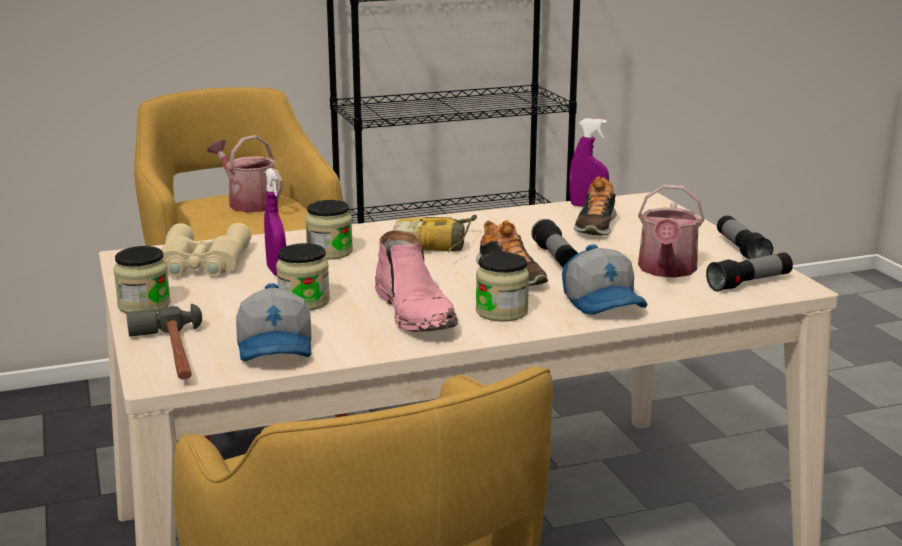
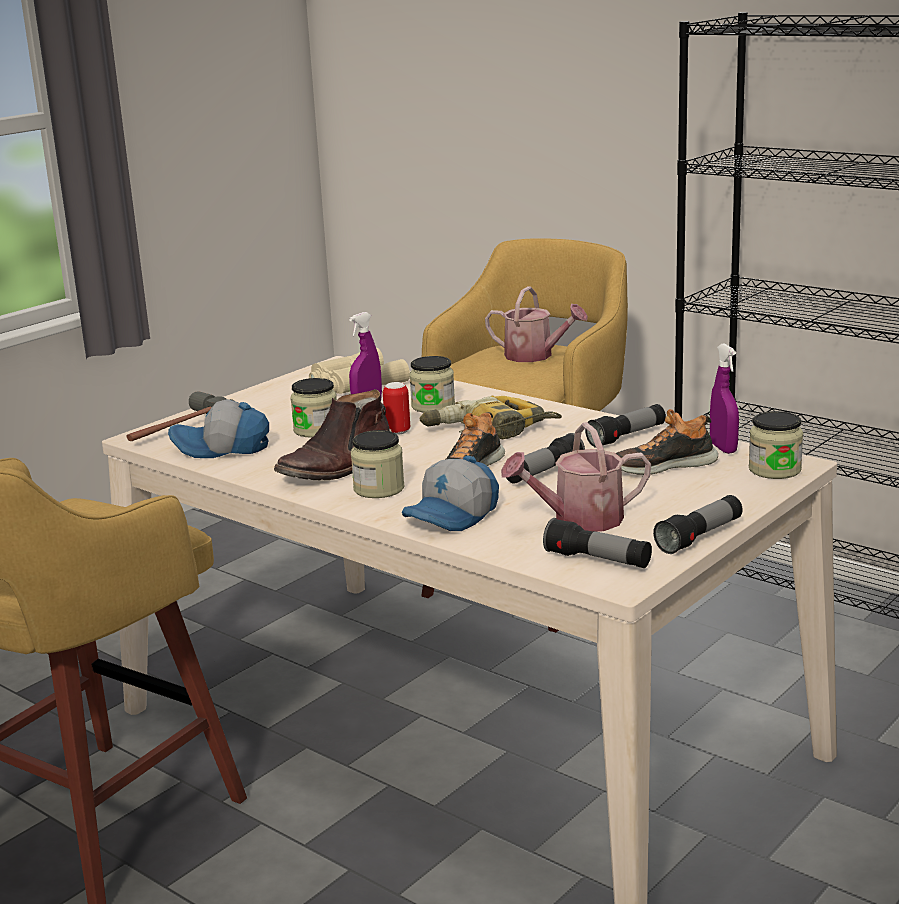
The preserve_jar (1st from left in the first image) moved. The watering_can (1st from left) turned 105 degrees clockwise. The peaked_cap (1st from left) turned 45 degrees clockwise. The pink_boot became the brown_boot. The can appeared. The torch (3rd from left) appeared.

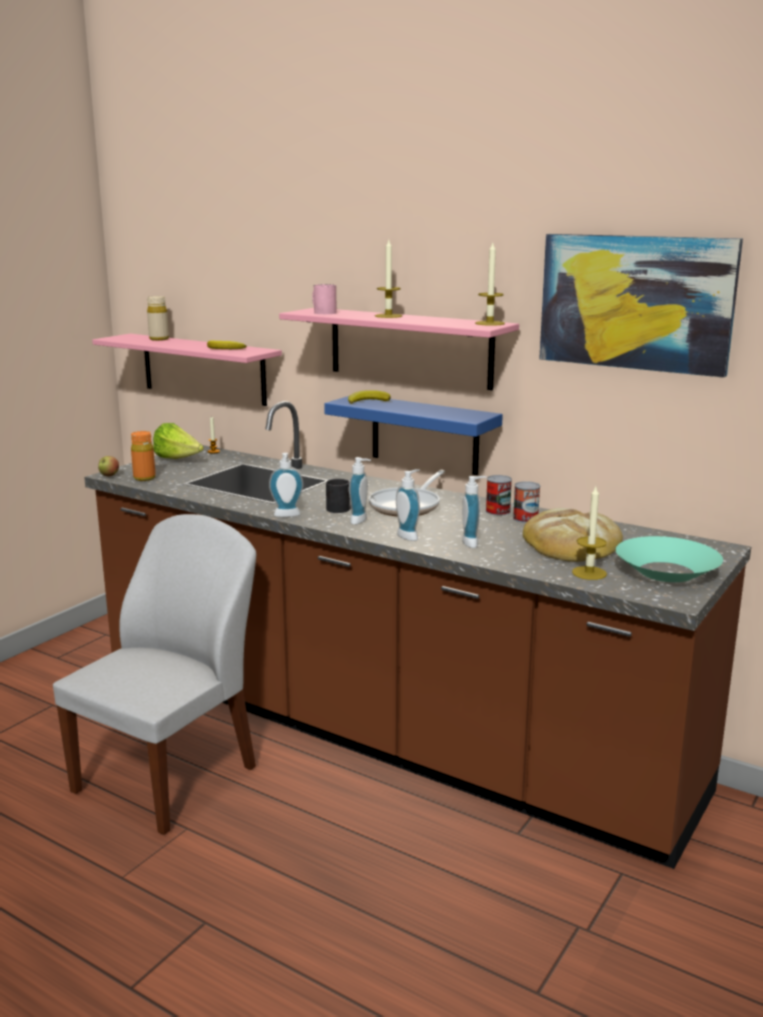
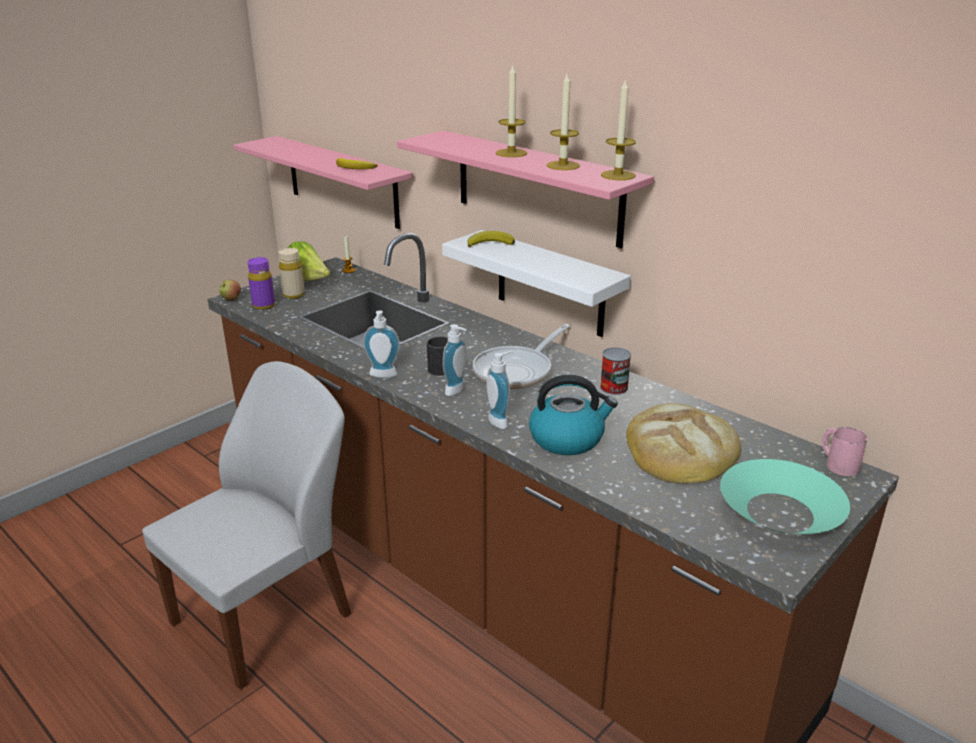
The orange_bottle became the purple_bottle. The sand-coloured_bottle moved. The pink_coffee_mug moved. The blue-coloured_shelf became the white-coloured_shelf. The soap_dispenser (4th from left) was replaced by the water_kettle. The can (2nd from left) disappeared. The wall_picture disappeared. The candle (4th from left in the first image) moved.

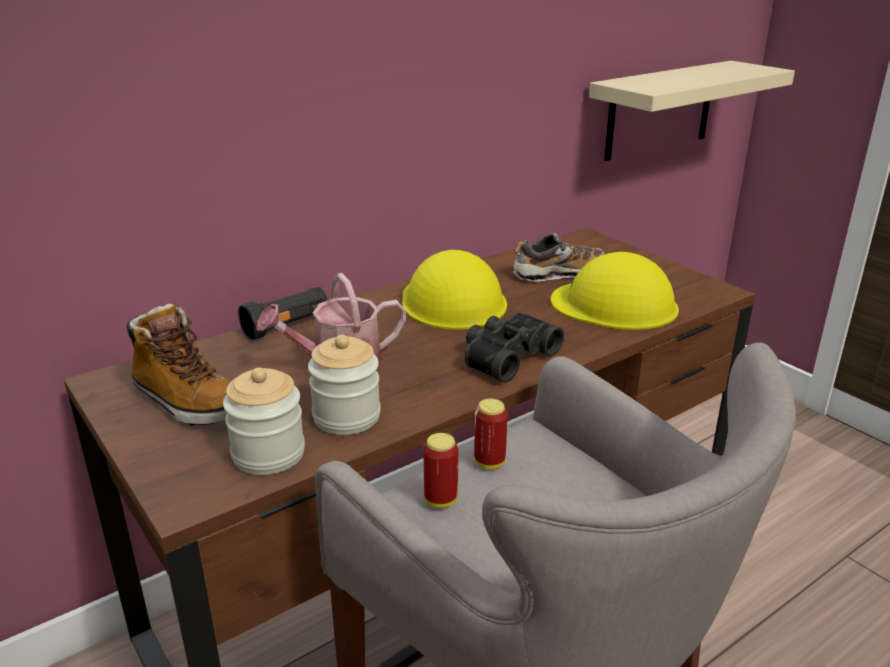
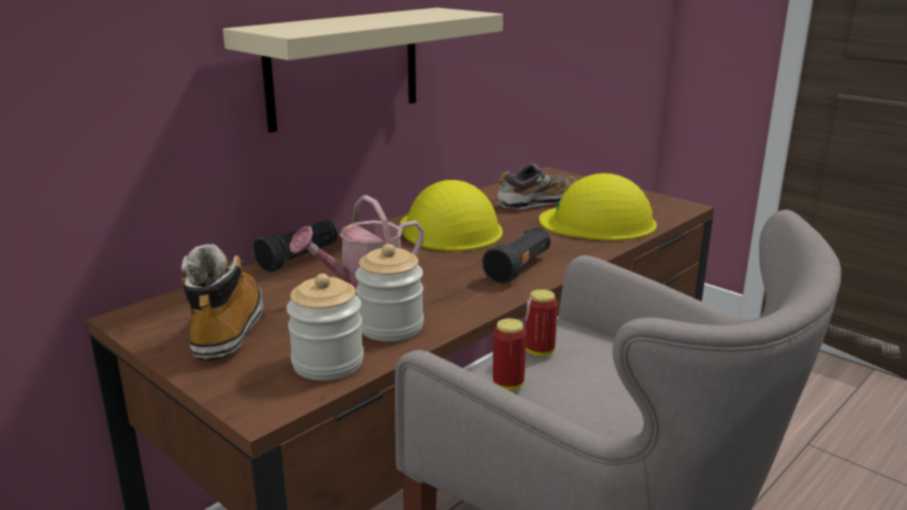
The boot turned 120 degrees counterclockwise. The blackish_field_glasses was replaced by the blackish_torch (2nd from left). The sand-coloured_shelf moved.

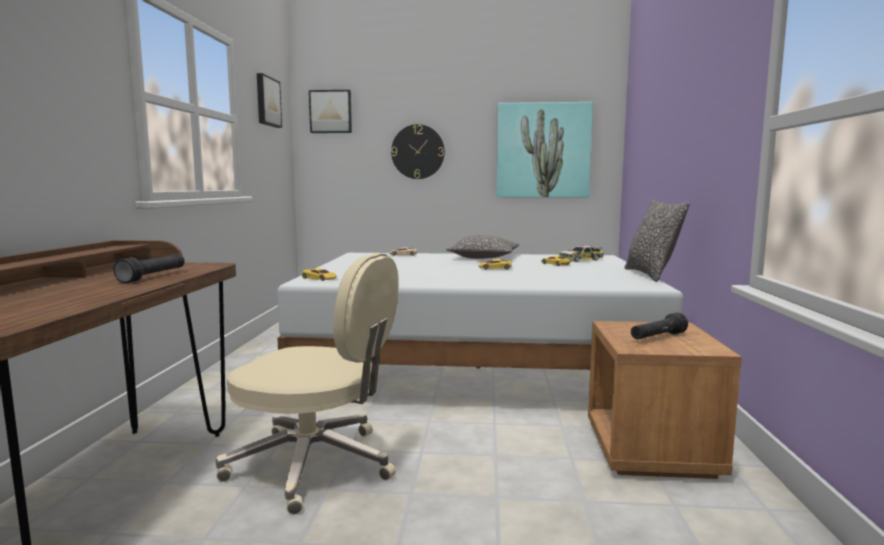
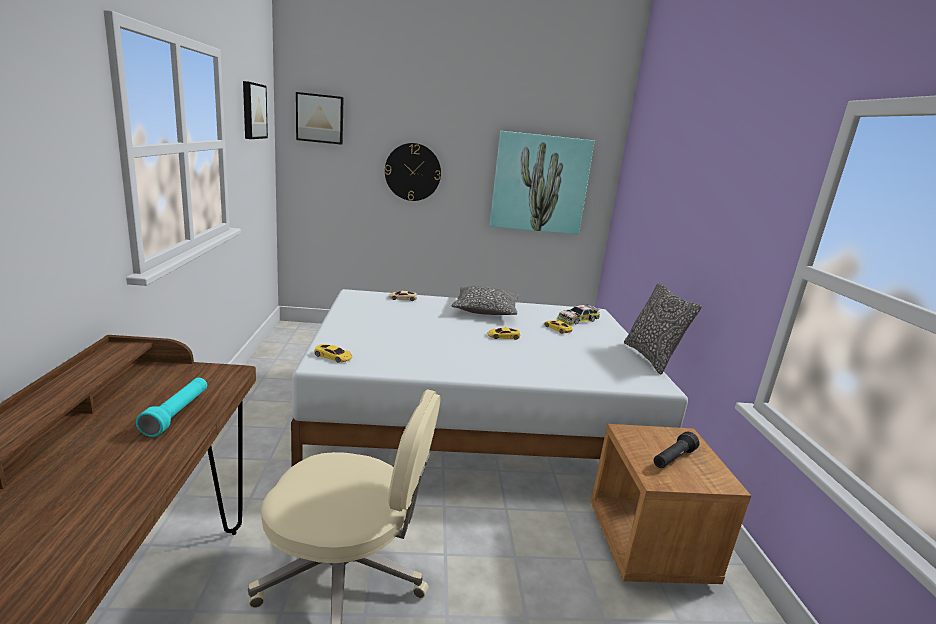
The blackish_torch (1st from left) became the turquoise-coloured_torch.

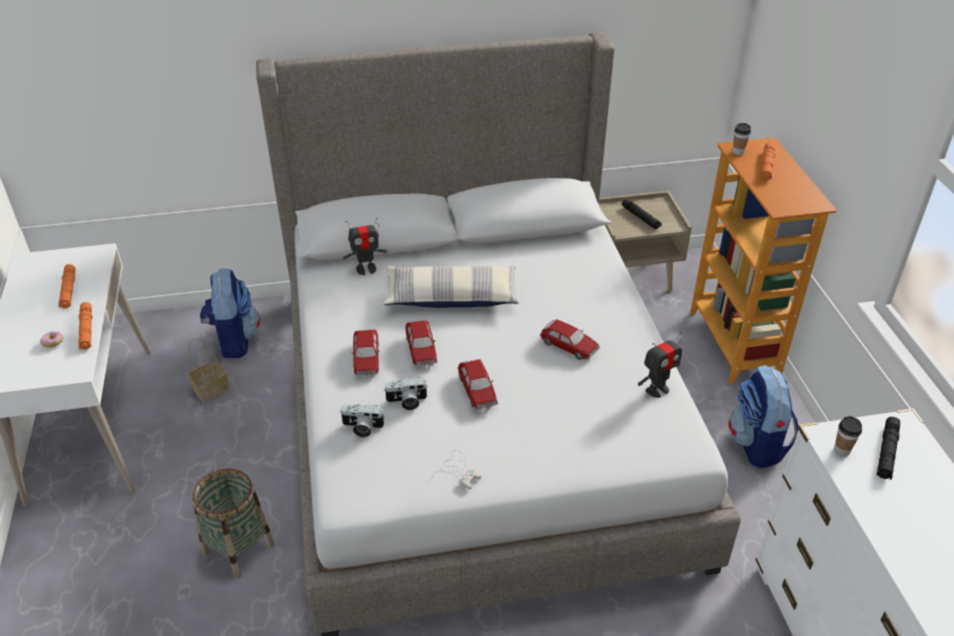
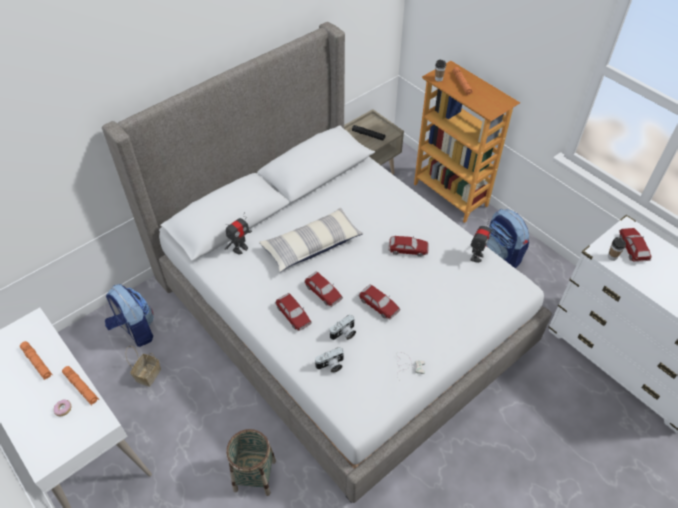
The blackish_torch (2nd from left) was replaced by the miniature_car (5th from left).

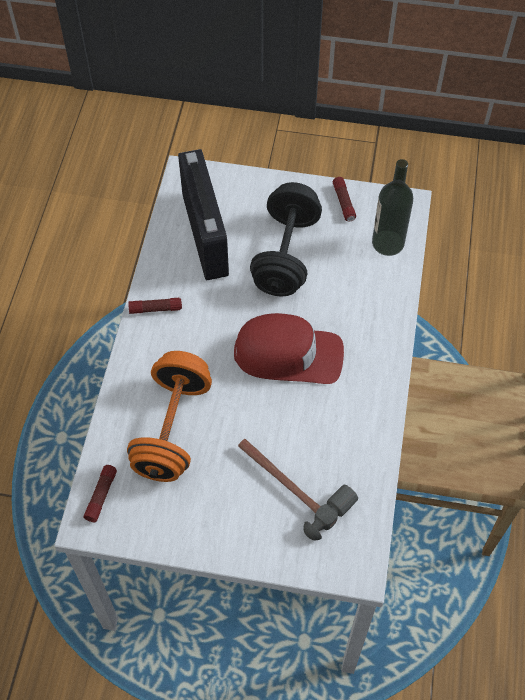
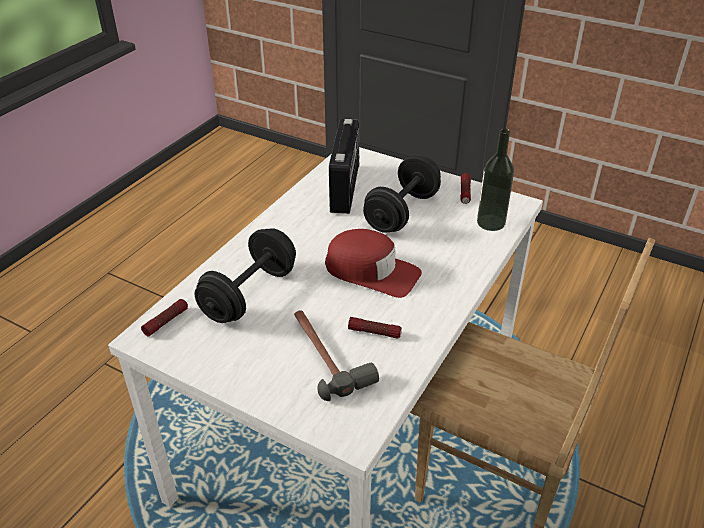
The orange_dumbbell became the blackish_dumbbell (1st from left). The torch (2nd from left) moved.

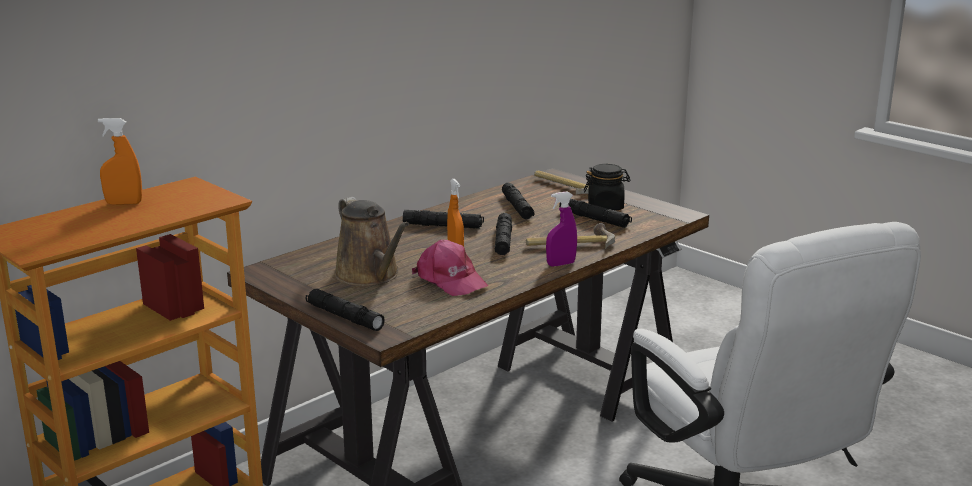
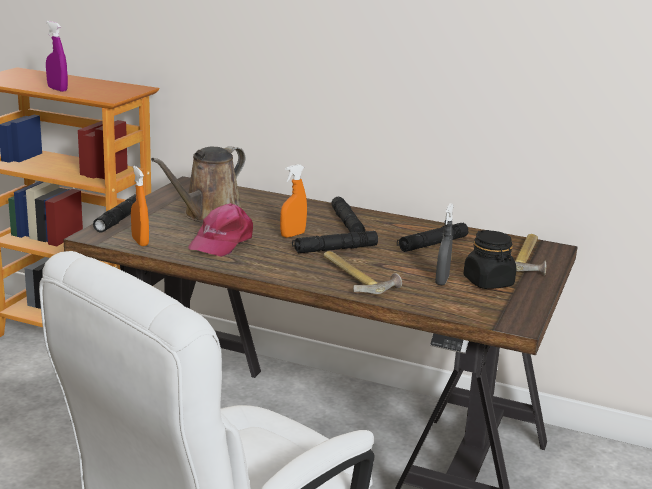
The orange_hand_sprayer (1st from left) moved. The purple_hand_sprayer moved. The blackish_torch (5th from left) was replaced by the greyish_hand_sprayer.

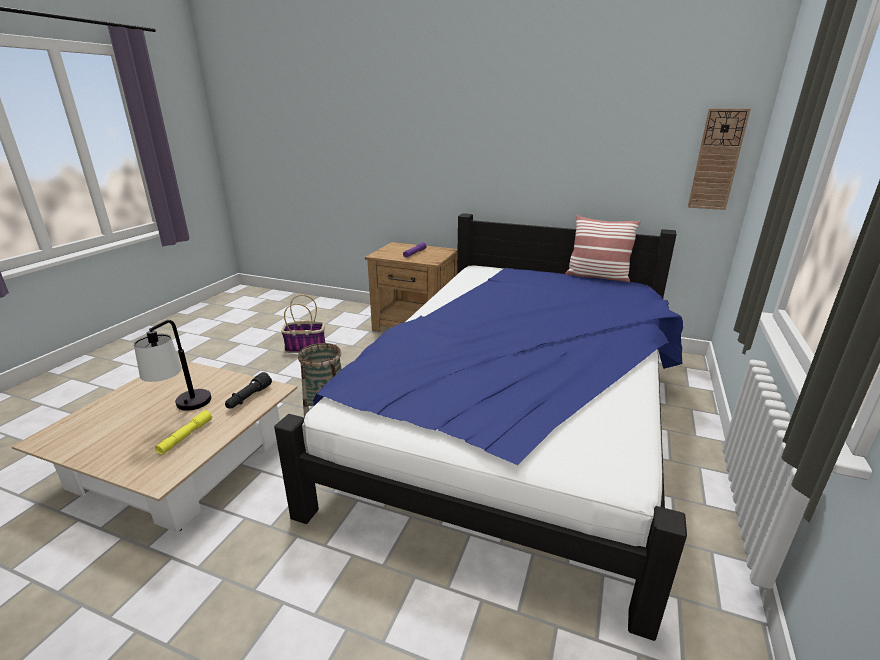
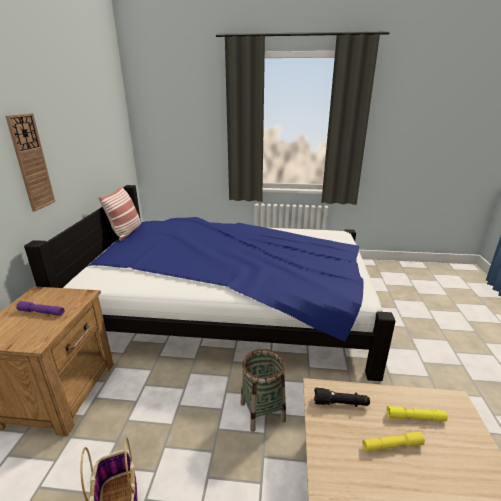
The table_lamp was replaced by the yellow_torch (1st from left). The clock_on_the_wall moved.

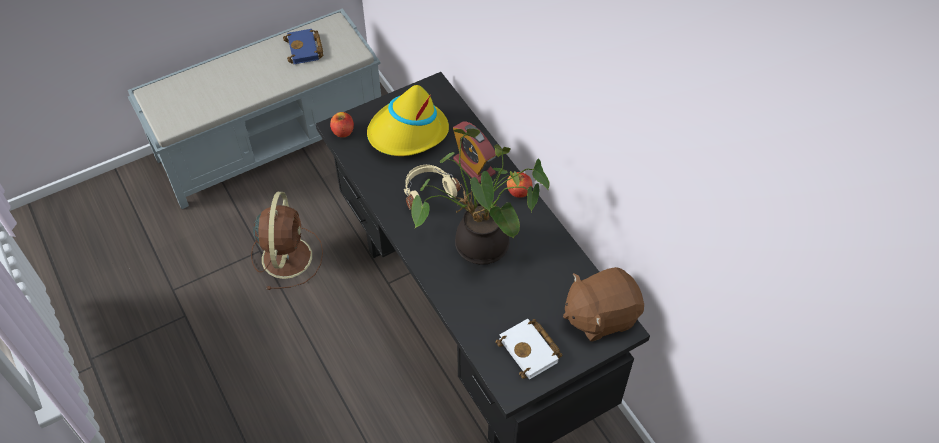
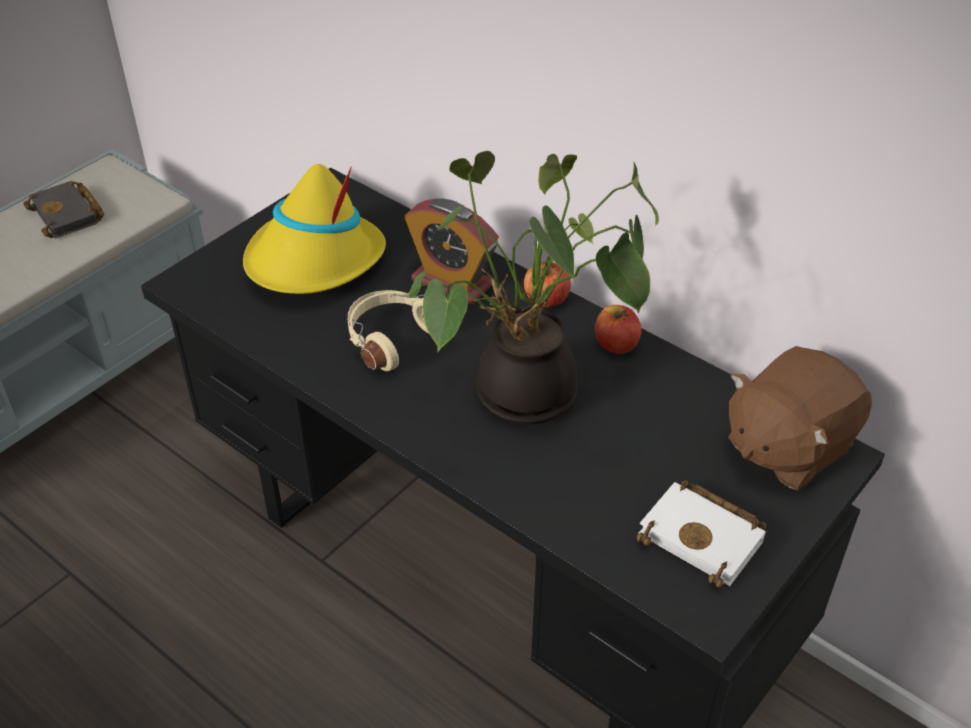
The brown_cooling_fan disappeared. The blue-coloured_book became the blackish_book. The apple (1st from left in the first image) moved.

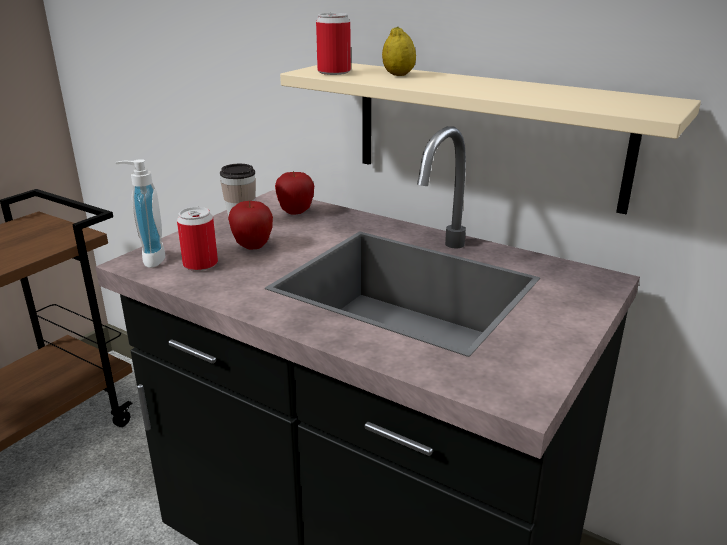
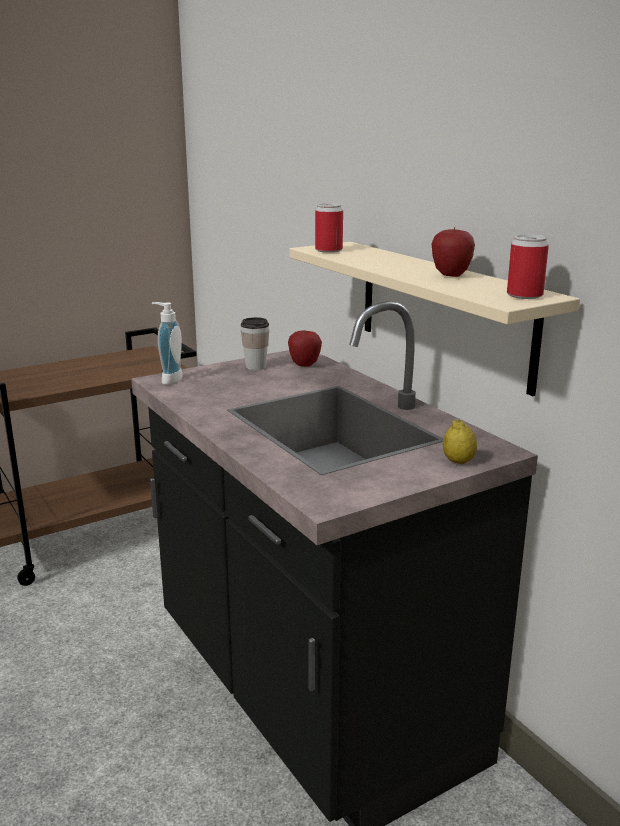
The can (1st from left in the first image) moved. The apple (1st from left in the first image) moved. The whole_lemon moved.

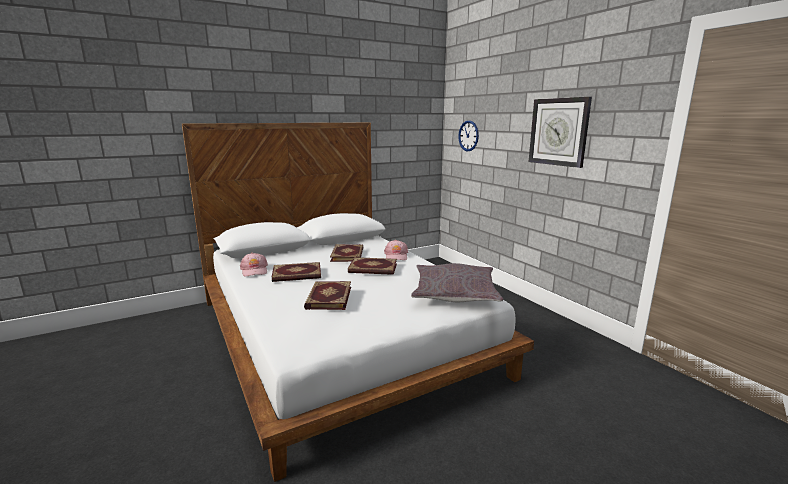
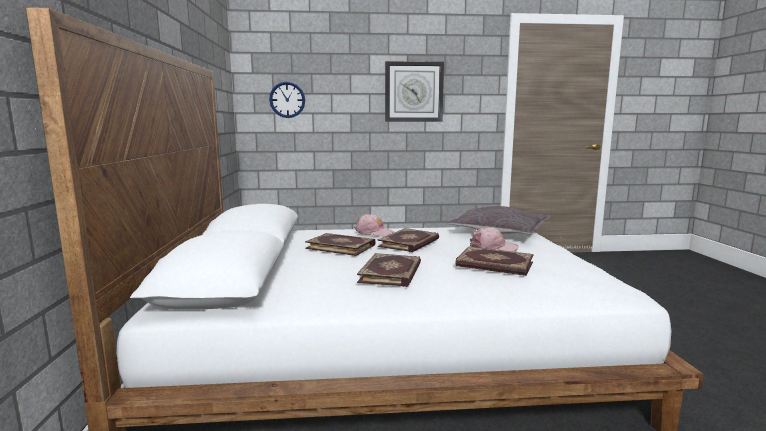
The pink_peaked_cap (1st from left in the first image) moved.

